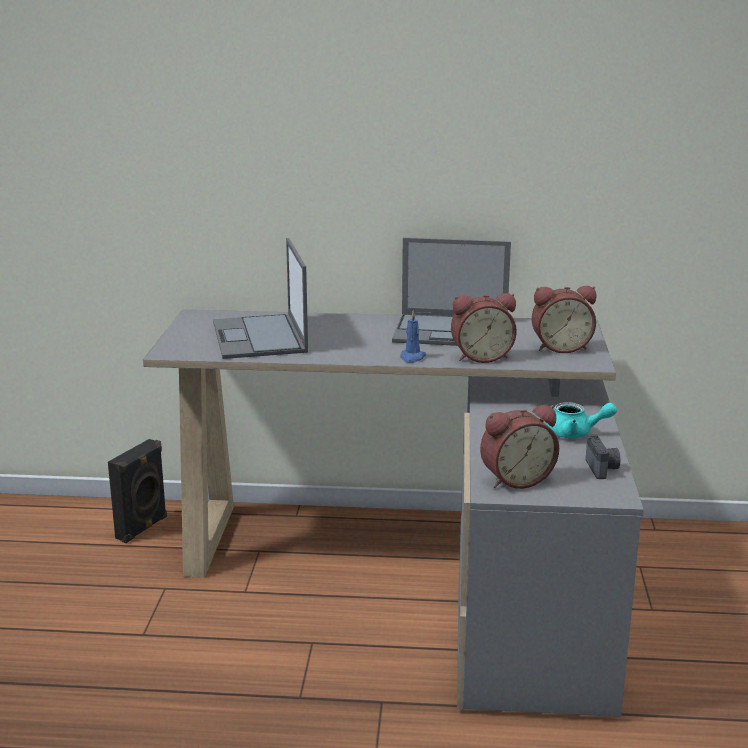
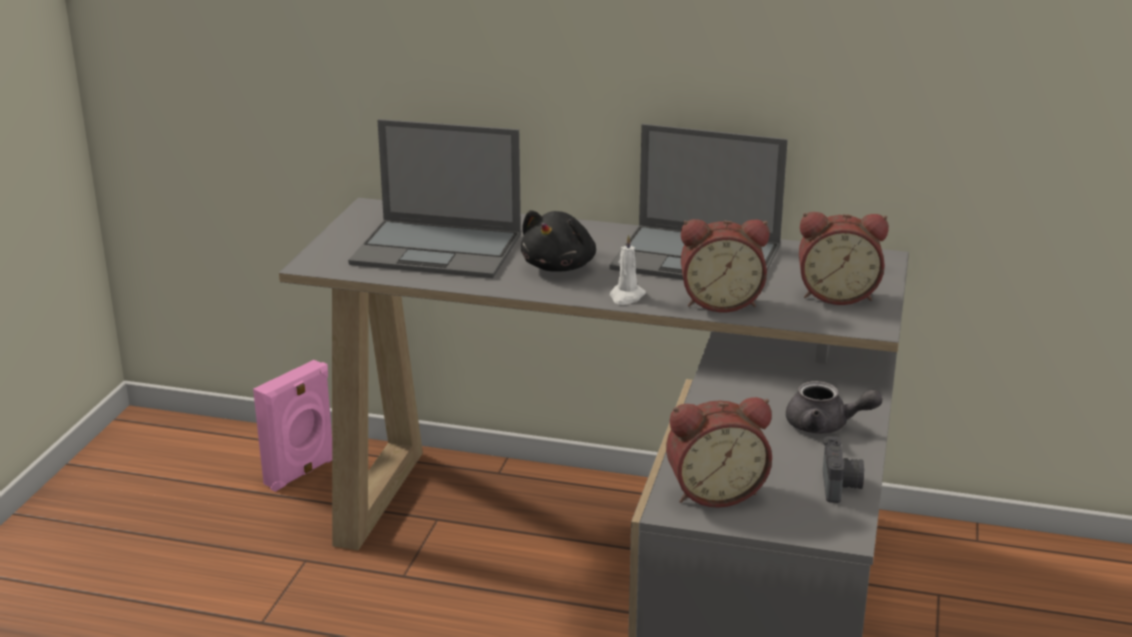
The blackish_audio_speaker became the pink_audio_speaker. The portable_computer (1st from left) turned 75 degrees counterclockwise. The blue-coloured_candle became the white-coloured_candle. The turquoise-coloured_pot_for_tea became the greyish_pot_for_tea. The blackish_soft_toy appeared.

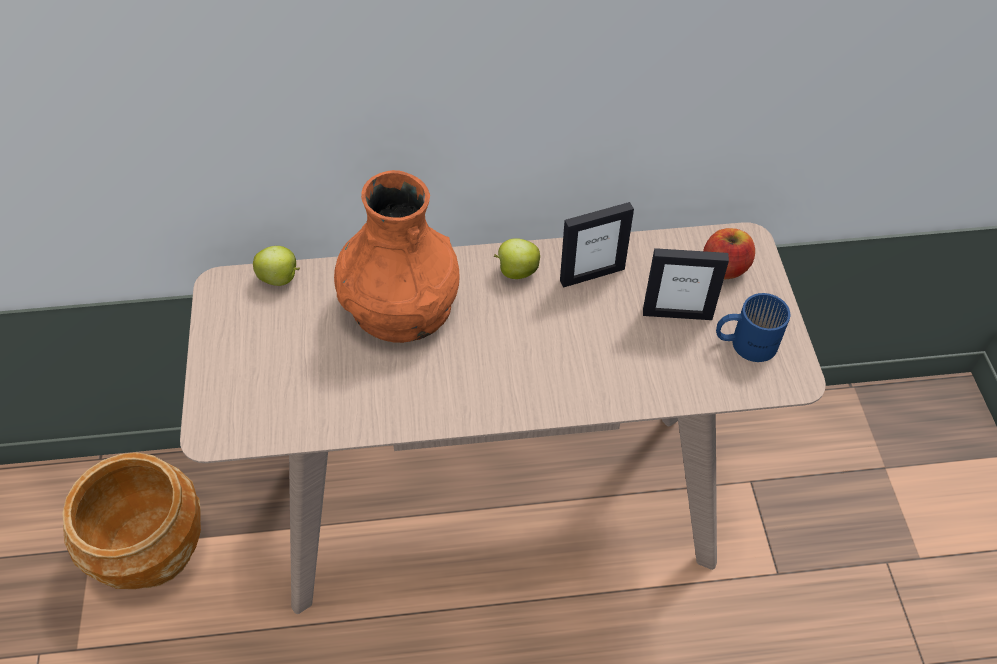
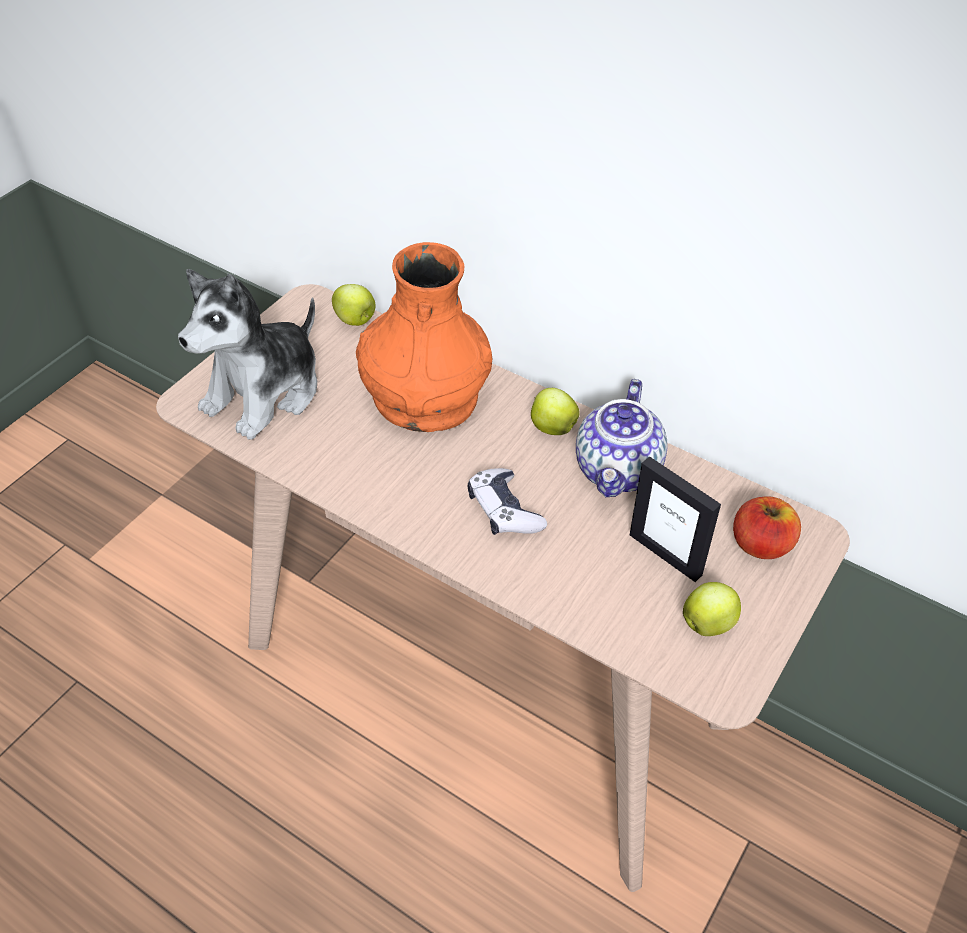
The brown_plant_pot disappeared. The standing_frame (1st from left) was replaced by the pot_for_tea. The blue-coloured_coffee_mug was replaced by the apple (3rd from left). The soft_toy appeared. The gamepad appeared.

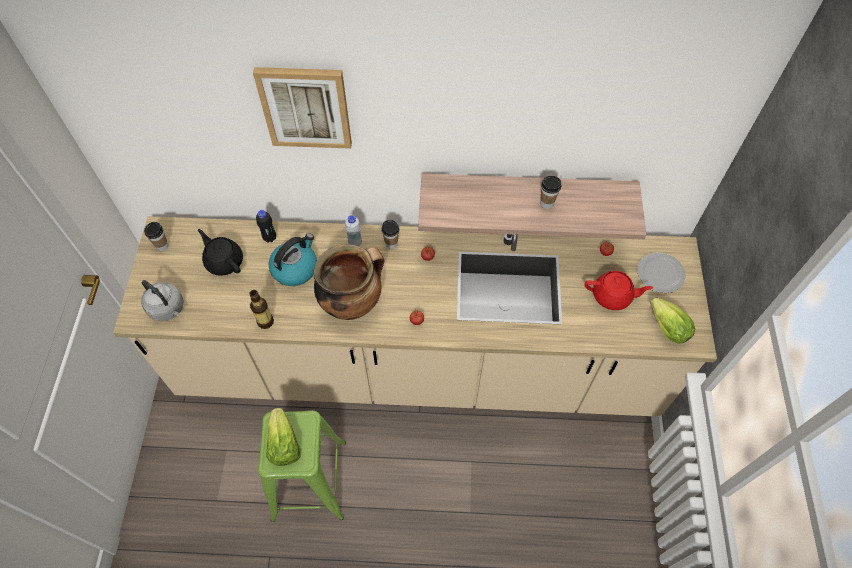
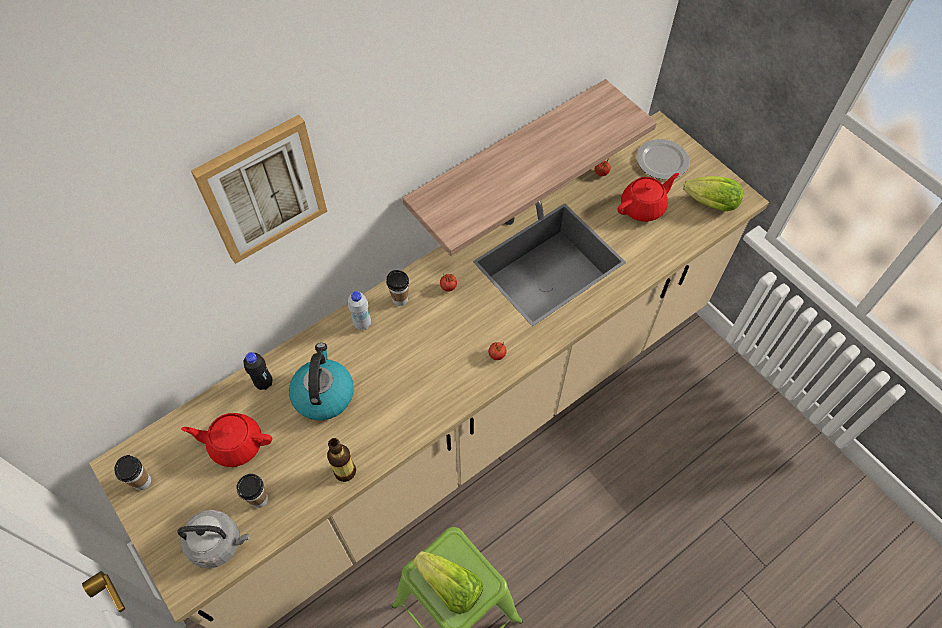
The blackish_pot_for_tea became the red_pot_for_tea (1st from left). The saucepot disappeared. The cup (3rd from left in the first image) moved.

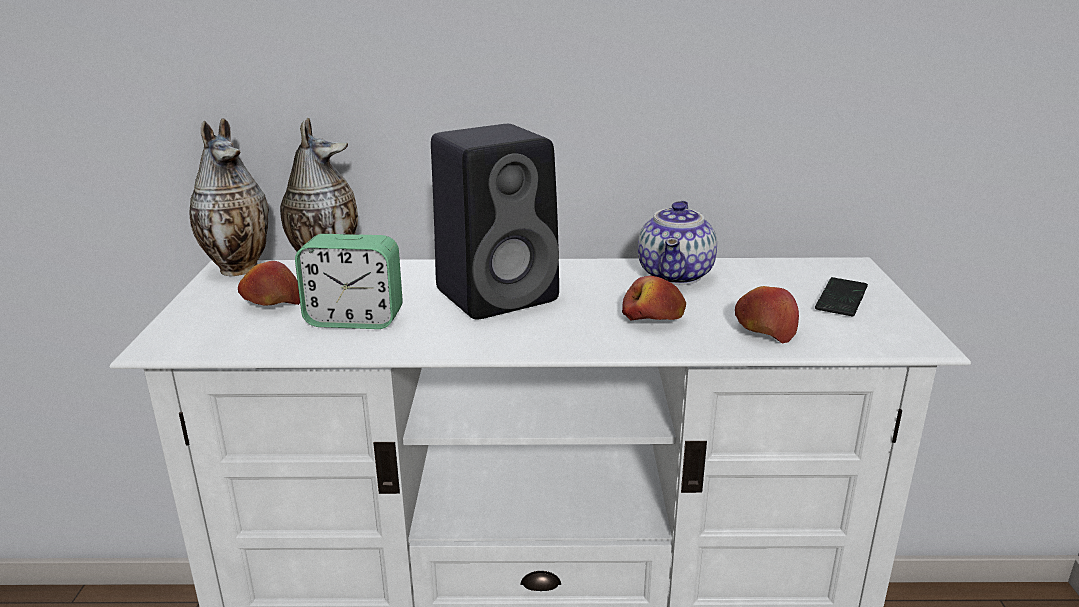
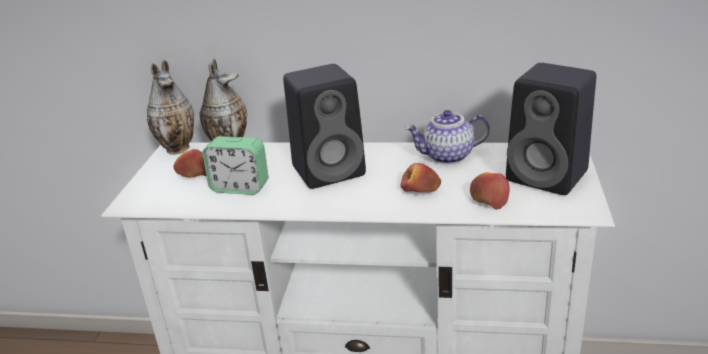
The pot_for_tea turned 60 degrees clockwise. The handset was replaced by the blackish_audio_speaker (2nd from left).

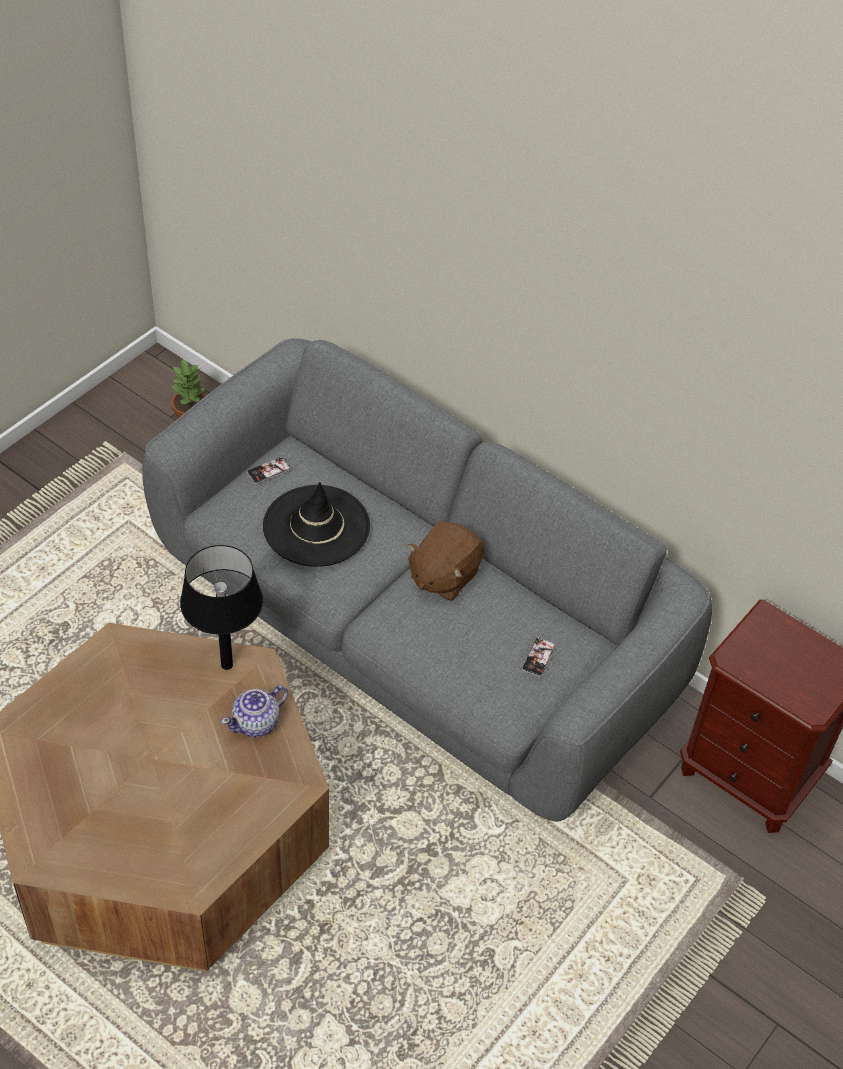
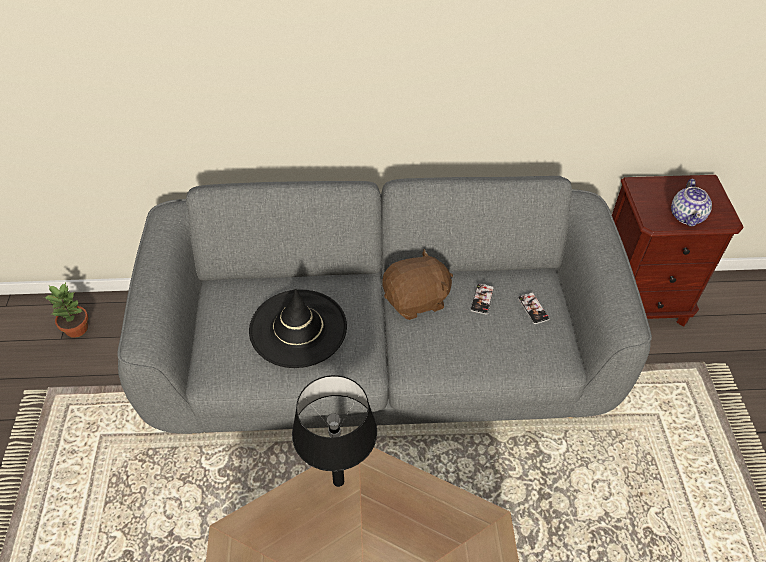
The pot_for_tea moved. The handset (1st from left) moved. The brown_soft_toy turned 105 degrees counterclockwise.

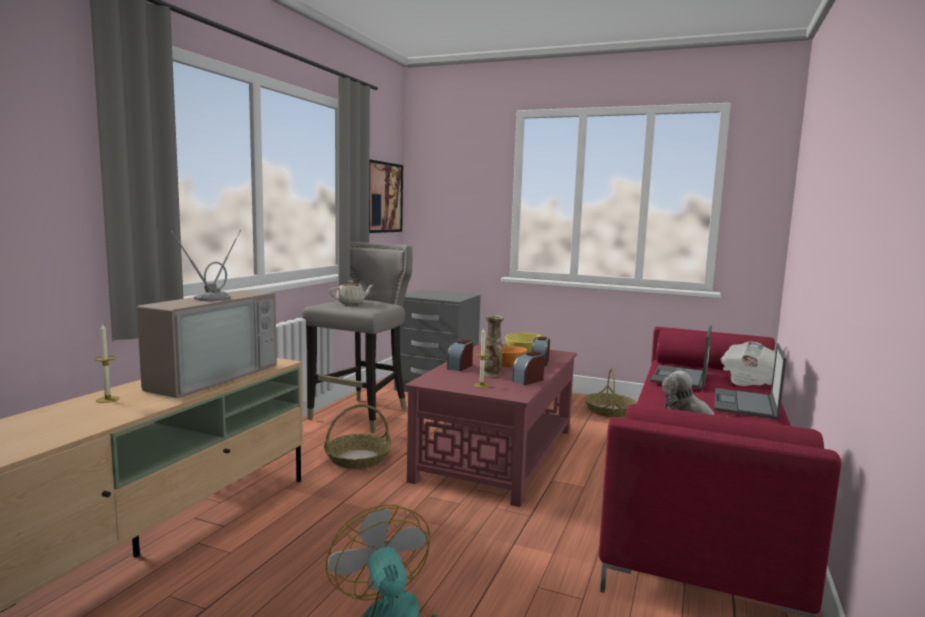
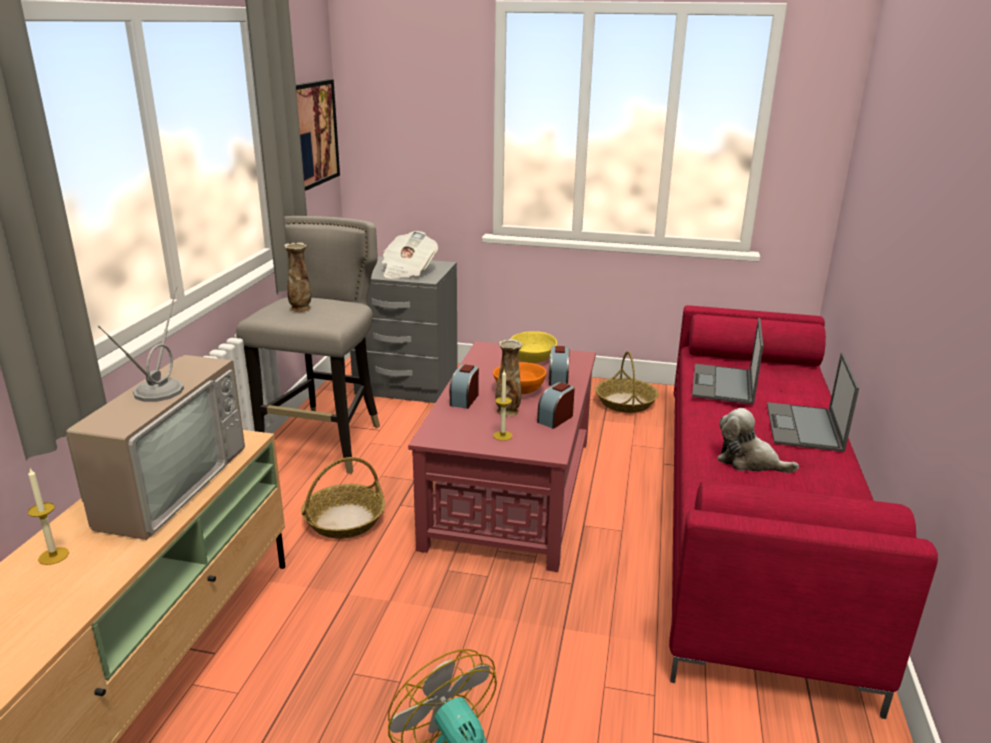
The sand-coloured_pot_for_tea was replaced by the flower_vase (1st from left). The newspaper moved.

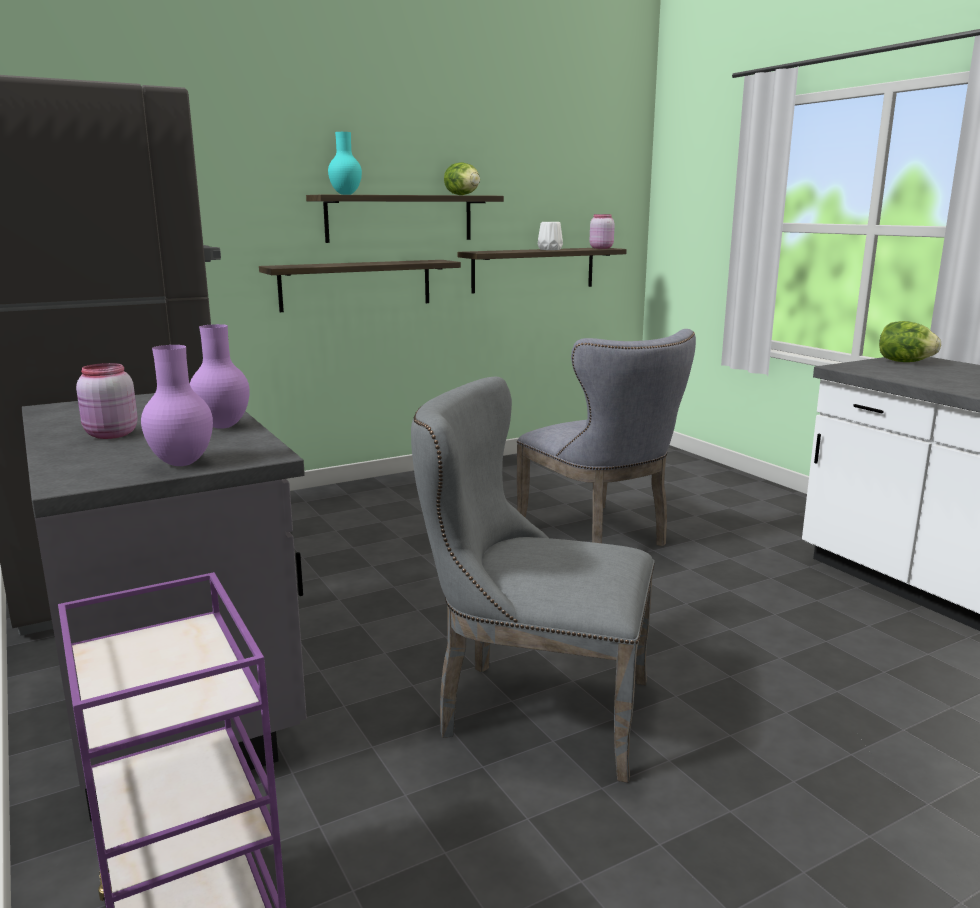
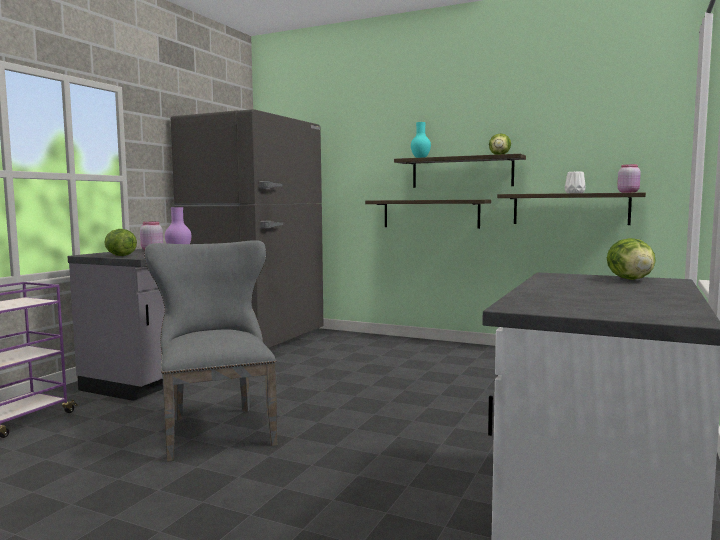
The purple_flower_vase (1st from left) was replaced by the lettuce_head (1st from left). The greyish_plain_chair (2nd from left) disappeared.

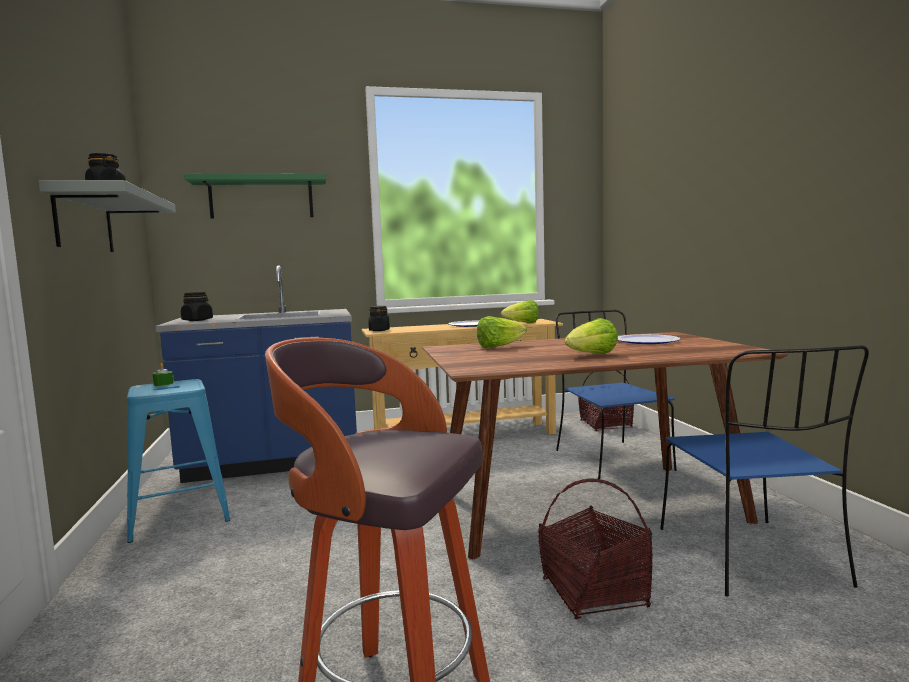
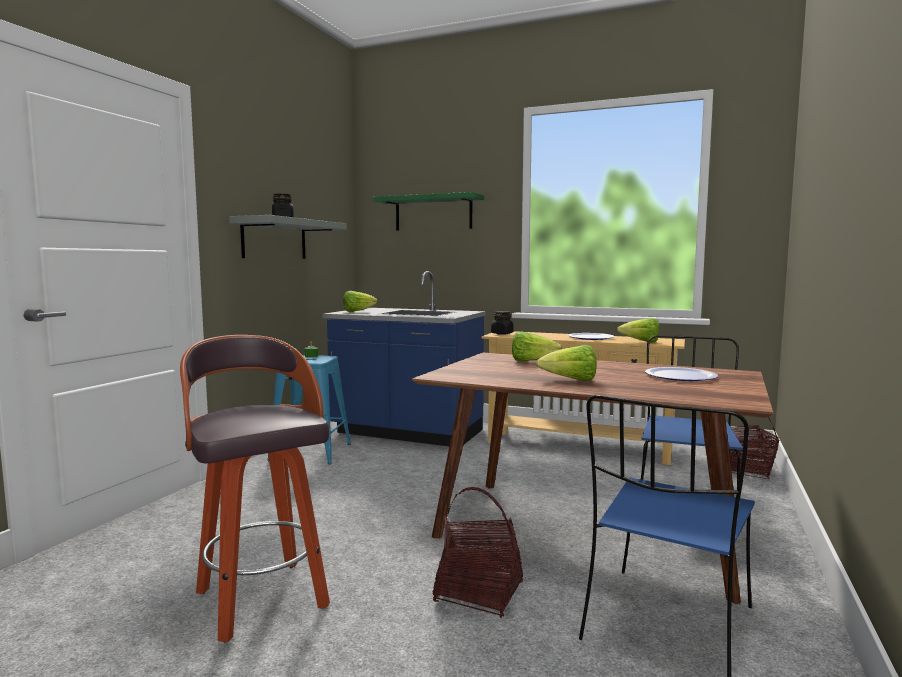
The blackish_preserve_jar (2nd from left) was replaced by the lettuce_head (1st from left).

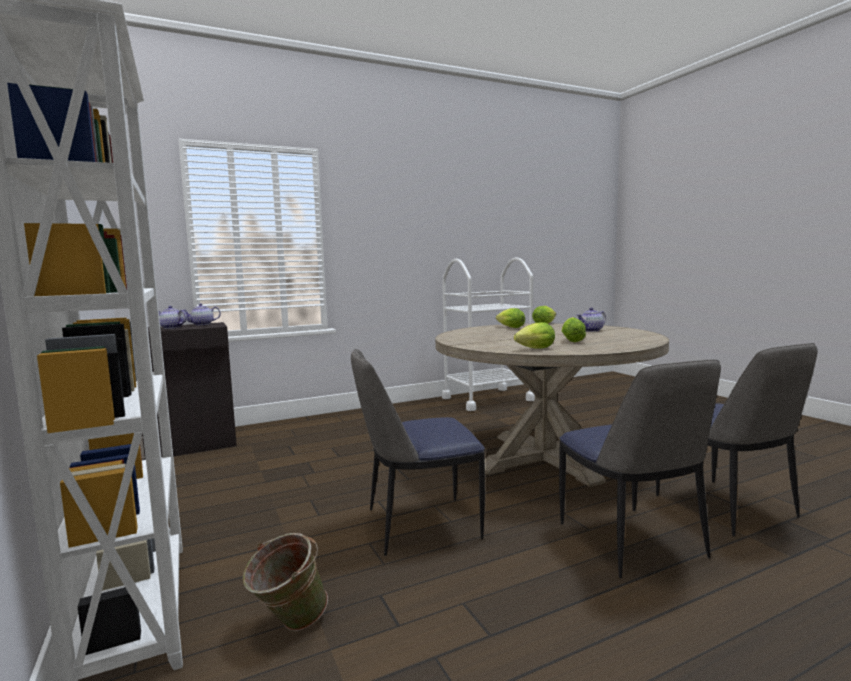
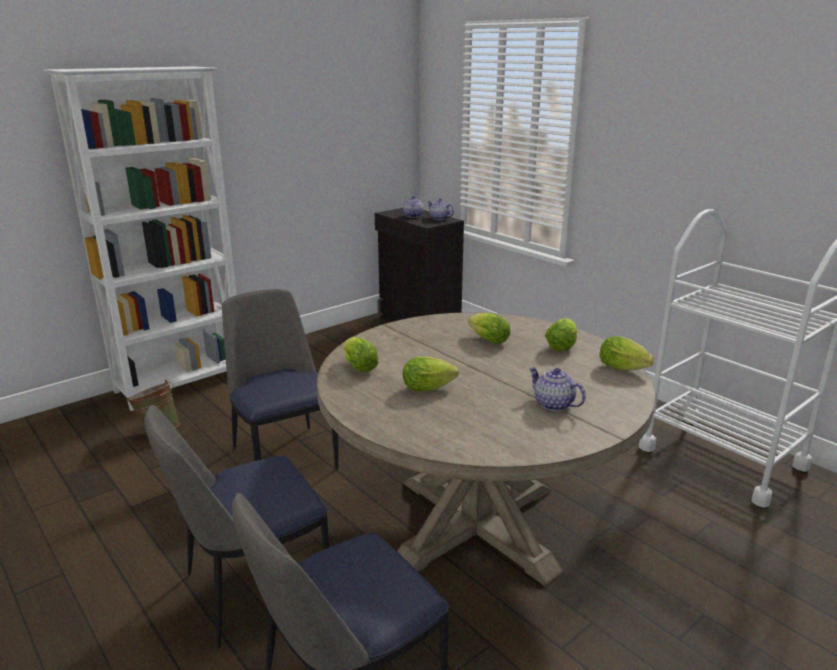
The lettuce_head (3rd from left) appeared.

